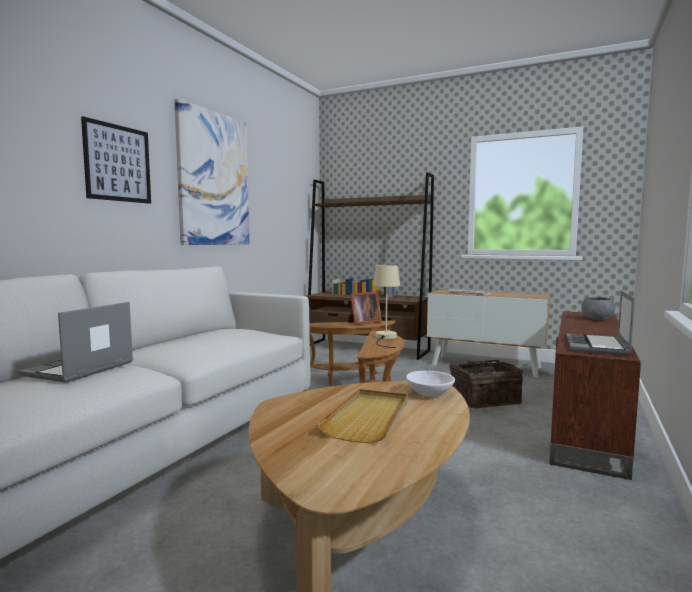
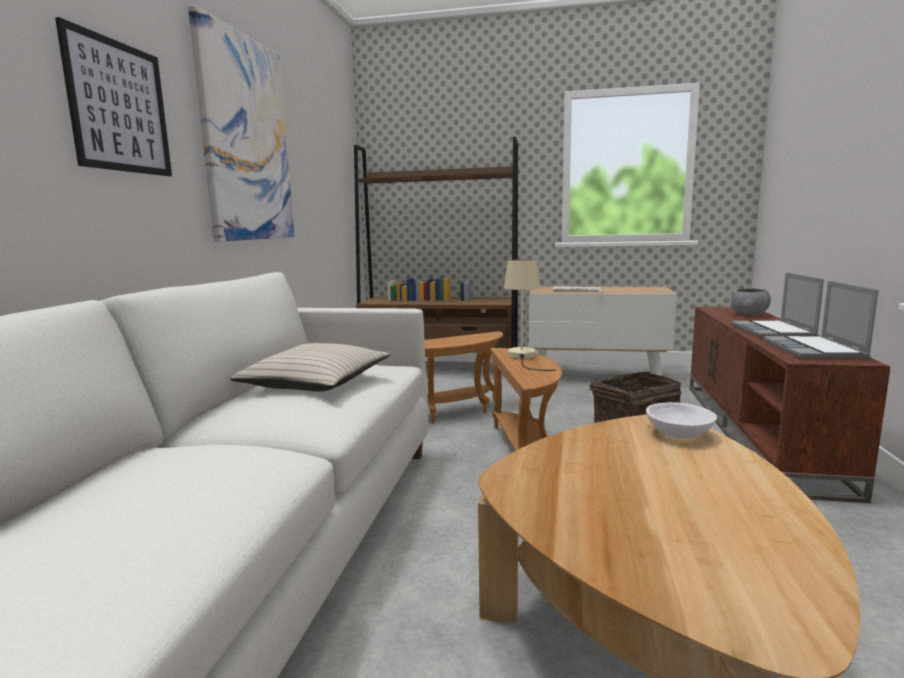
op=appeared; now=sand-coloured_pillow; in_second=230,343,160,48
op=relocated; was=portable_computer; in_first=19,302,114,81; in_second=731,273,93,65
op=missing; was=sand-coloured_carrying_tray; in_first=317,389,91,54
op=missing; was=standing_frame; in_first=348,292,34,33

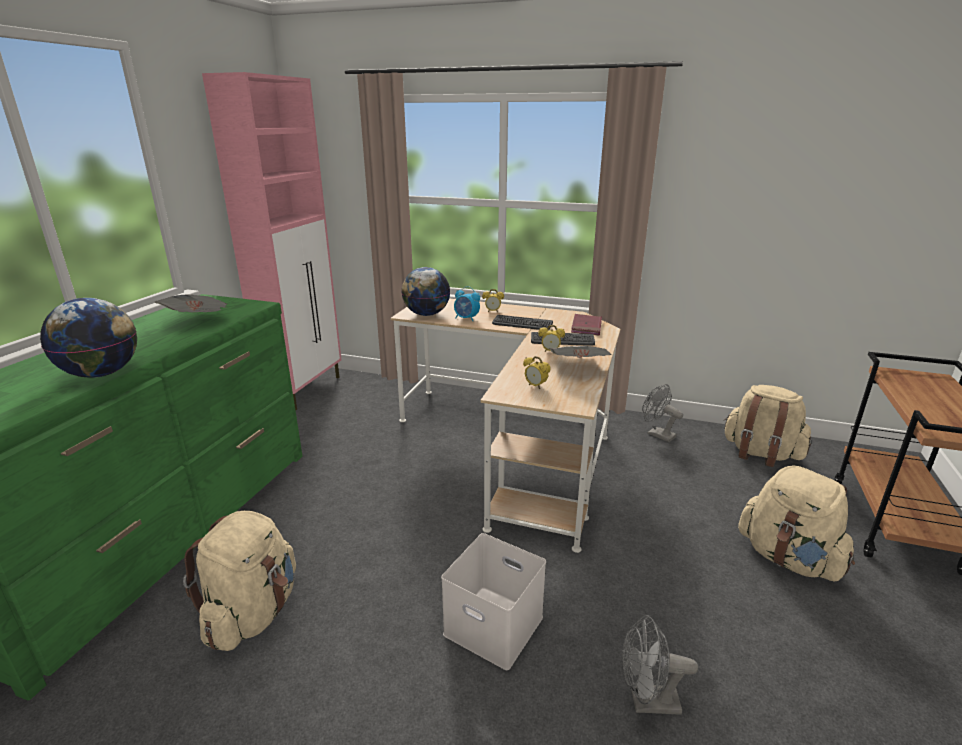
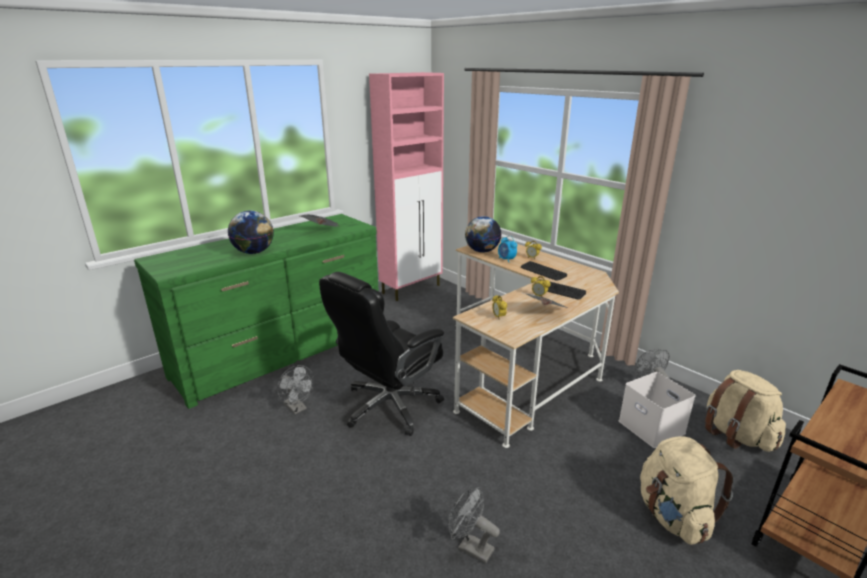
op=exchanged; was=sand-coloured_knapsack; now=greyish_electric_fan; in_first=183,511,113,140; in_second=277,365,37,49
op=appeared; now=black_office_chair; in_second=319,272,125,164
op=relocated; was=whitish_storage_bin; in_first=441,533,105,137; in_second=619,372,77,76
op=missing; was=red_bound_book; in_first=571,314,31,22

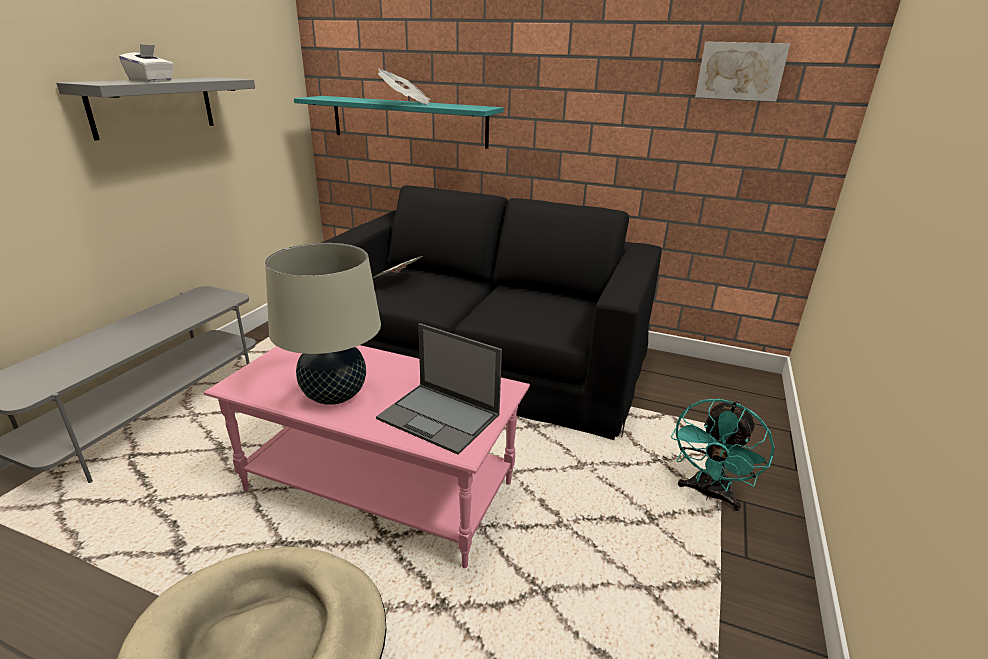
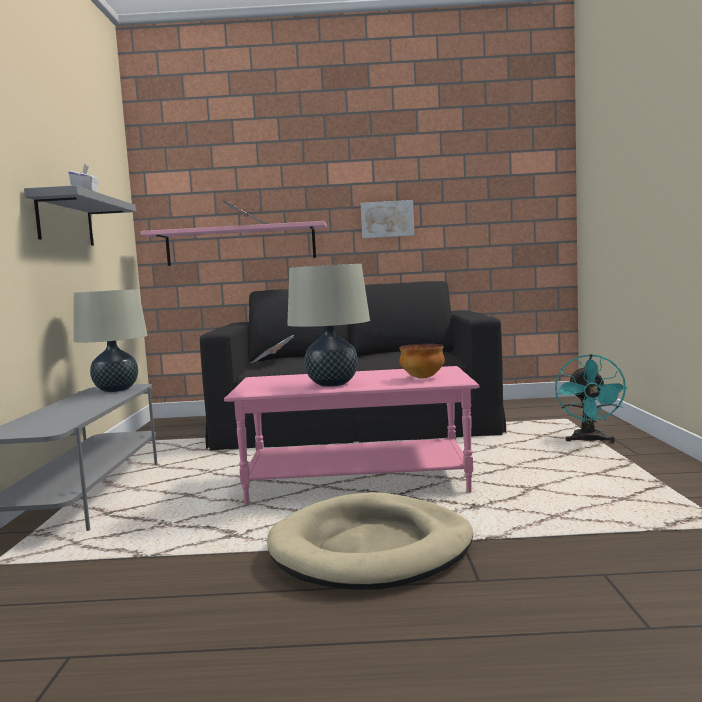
op=appeared; now=sand-coloured_tabletop_lamp; in_second=73,289,75,103
op=colour; was=turquoise_wall_shelf; now=pinkish_wall_shelf; in_first=294,96,209,53; in_second=140,221,187,45
op=relocated; was=wall_picture; in_first=695,41,95,61; in_second=361,200,53,38
op=exchanged; was=portable_computer; now=bowl; in_first=376,323,126,132; in_second=399,344,46,35

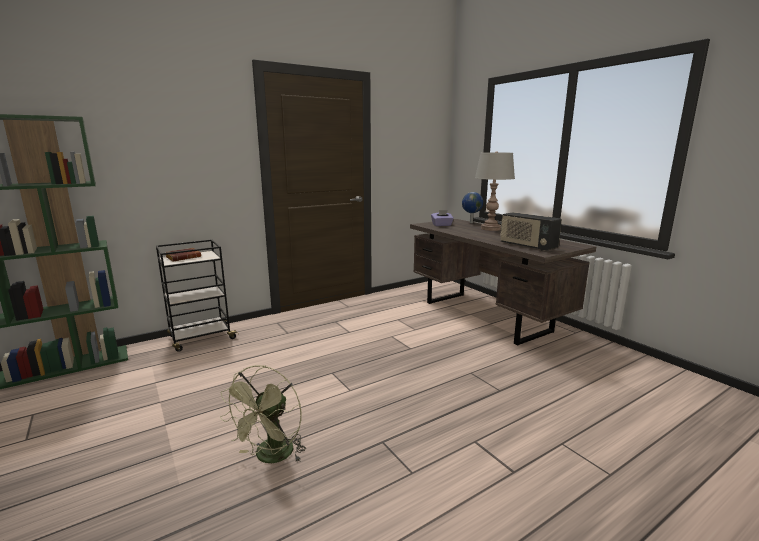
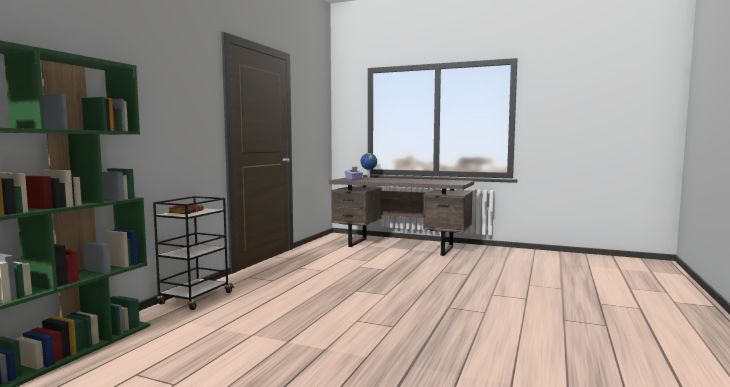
op=missing; was=green_electric_fan; in_first=220,365,86,98
op=missing; was=greyish_tabletop_lamp; in_first=475,151,40,80
op=missing; was=radio; in_first=500,212,62,39

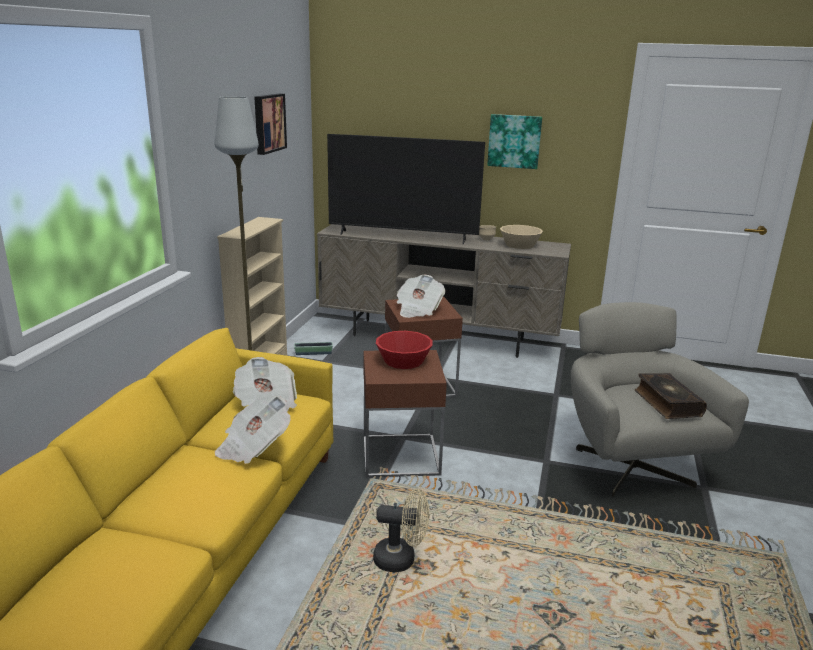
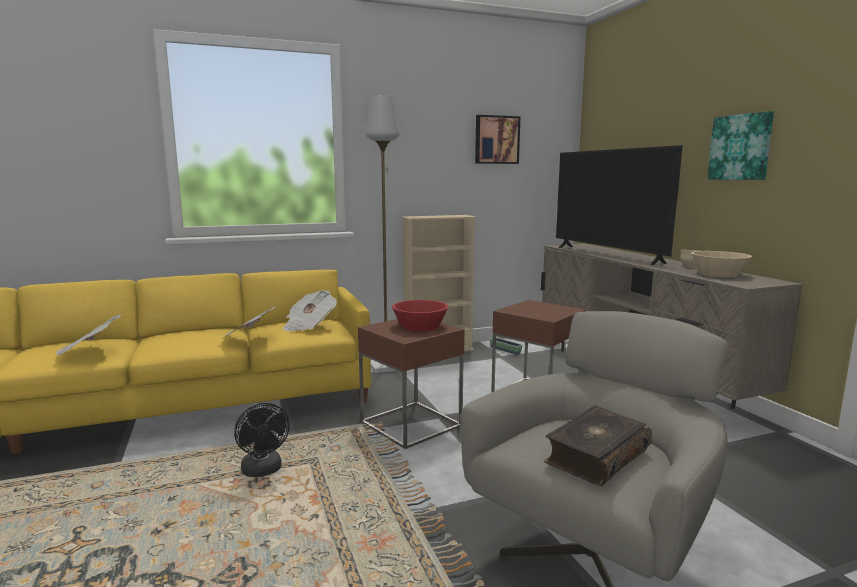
op=relocated; was=newspaper; in_first=396,275,50,43; in_second=56,314,65,42
op=colour; was=sand-coloured_electric_fan; now=black_electric_fan; in_first=373,489,56,83; in_second=234,403,56,74

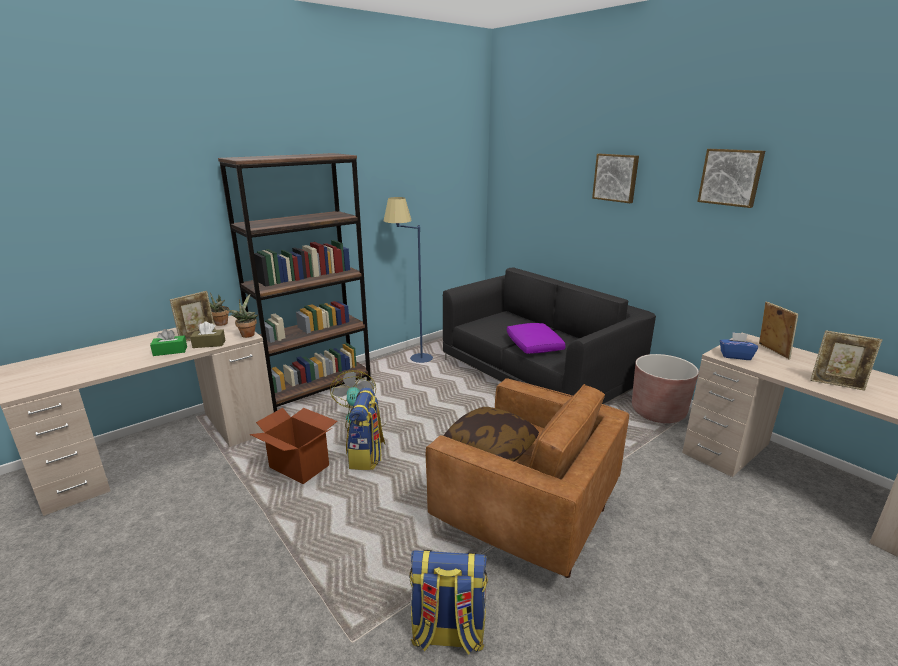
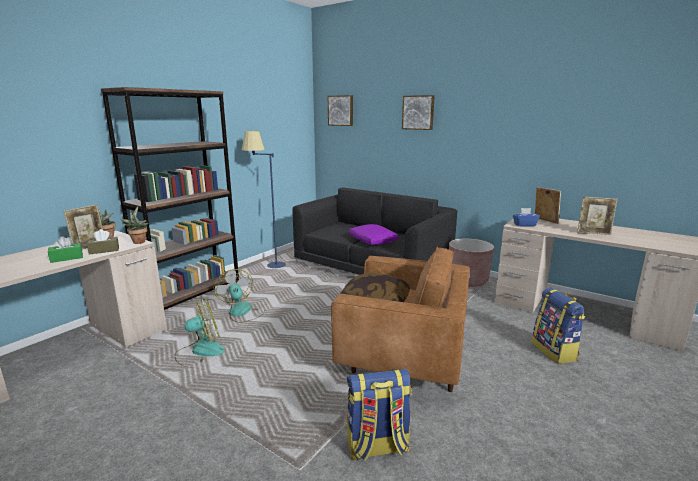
op=exchanged; was=carton; now=electric_fan; in_first=249,408,88,76; in_second=175,297,50,71
op=relocated; was=wall_picture; in_first=697,149,68,59; in_second=328,95,25,31
op=relocated; was=knapsack; in_first=346,388,40,82; in_second=532,288,53,76

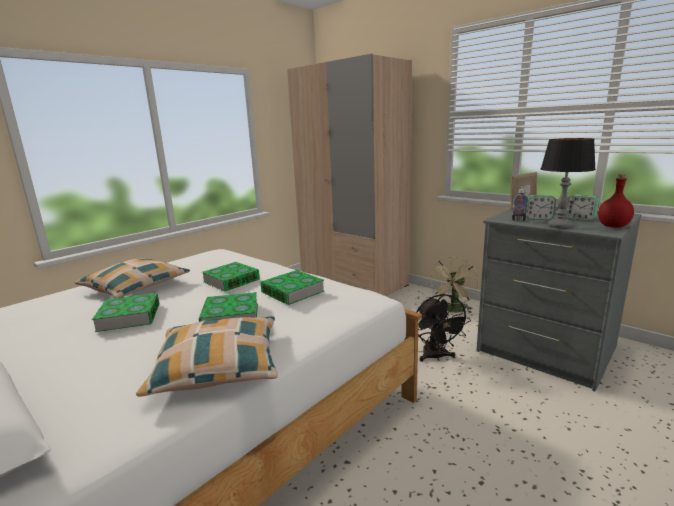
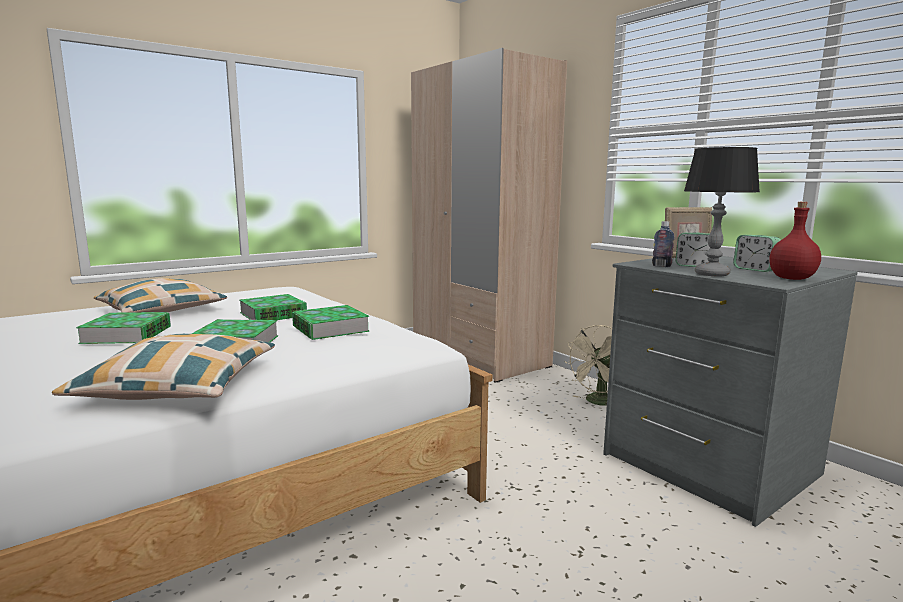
op=missing; was=black_electric_fan; in_first=417,294,54,68

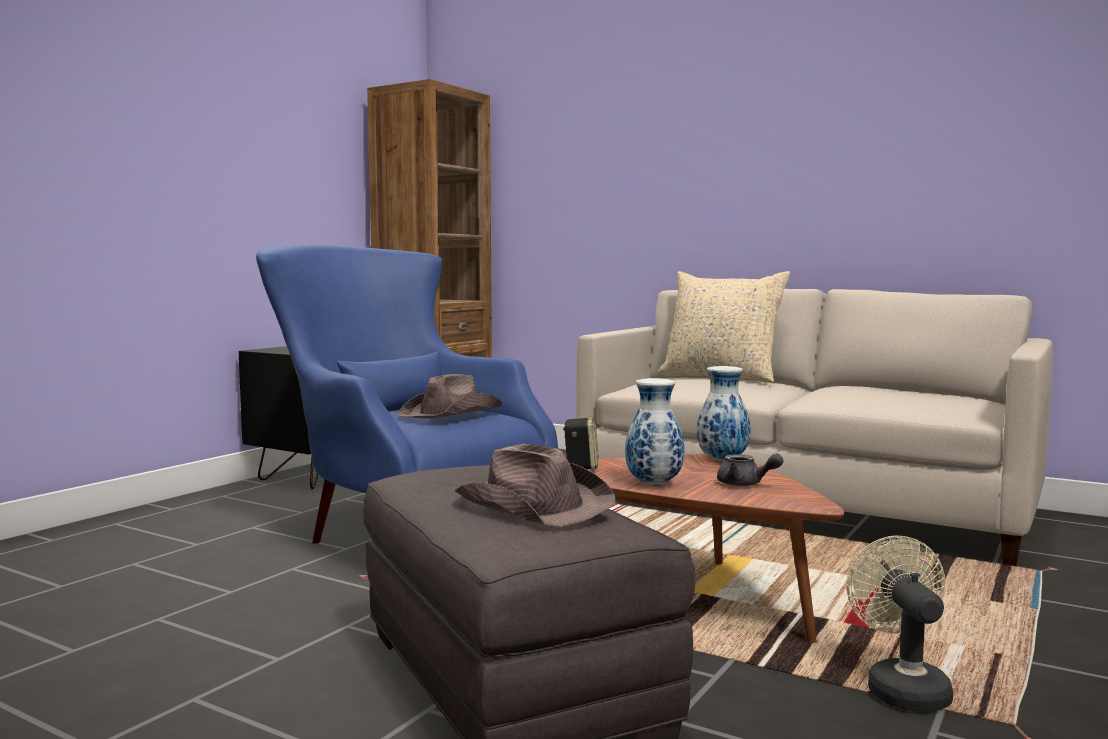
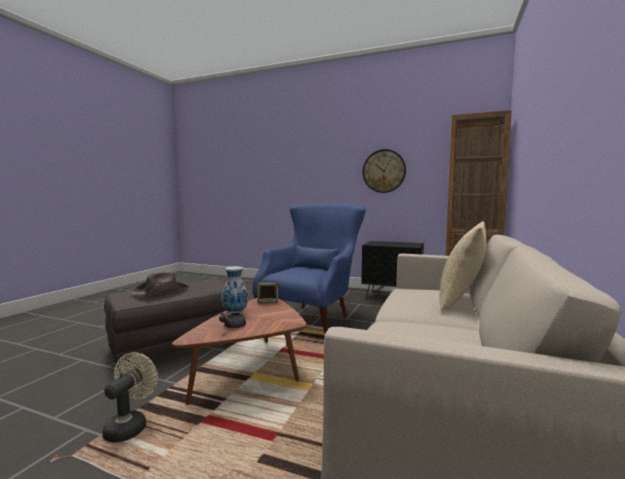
op=spun; was=sand-coloured_electric_fan; in_first=847,535,106,176; in_second=102,352,56,90; clockwise=-60
op=appeared; now=hanging_clock; in_second=363,149,43,44
op=missing; was=brownish_clothing_hat; in_first=398,374,104,45
op=missing; was=vase; in_first=697,366,53,95

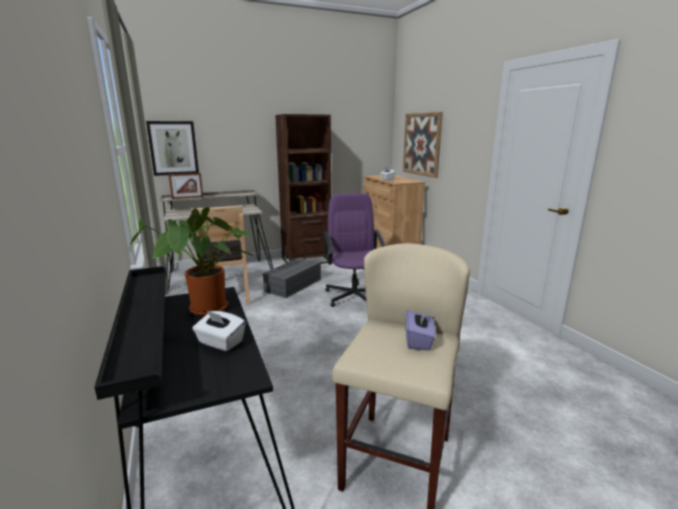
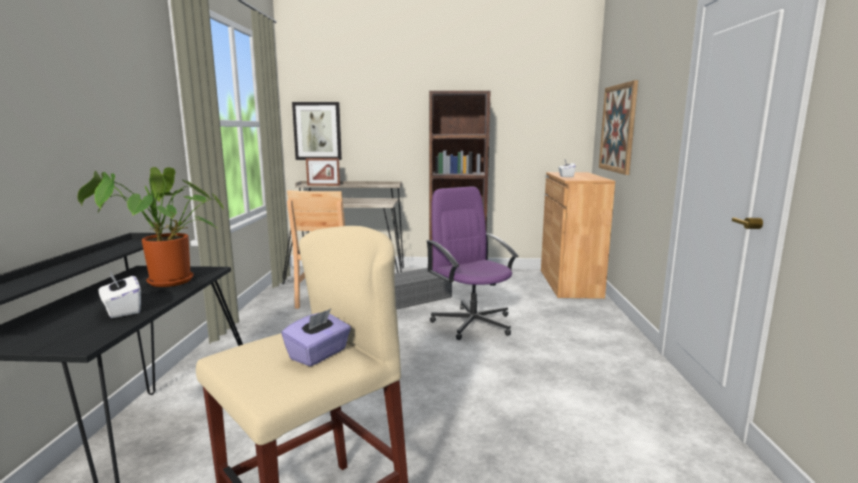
op=spun; was=purplish_office_chair; in_first=323,193,63,114; in_second=427,186,92,154; clockwise=-45

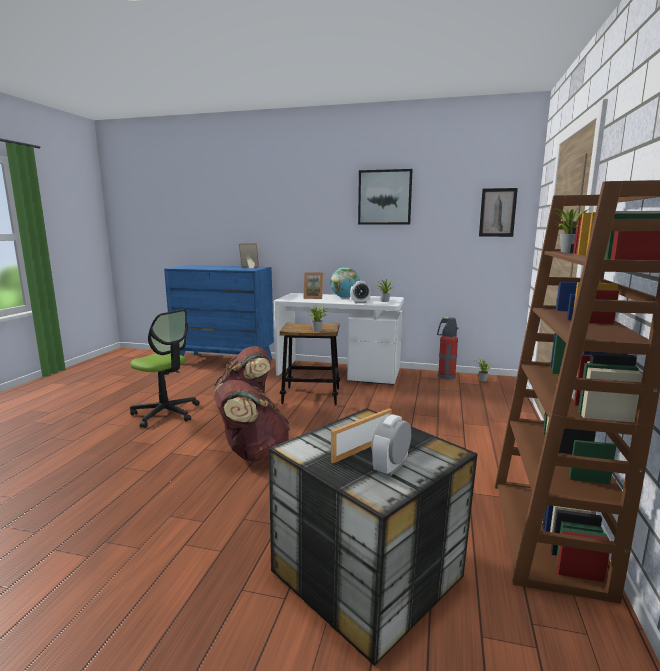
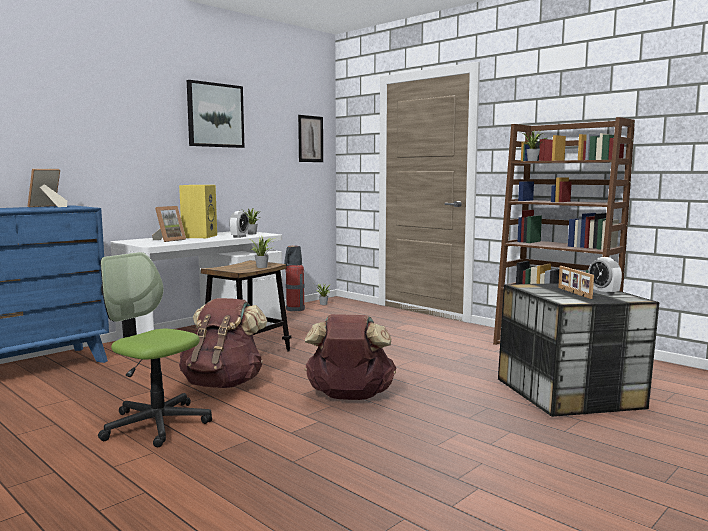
op=spun; was=office_chair; in_first=130,309,70,119; in_second=98,252,114,195; clockwise=-120
op=exchanged; was=desk_globe; now=yellow-coloured_loudspeaker; in_first=330,267,30,31; in_second=179,185,38,53

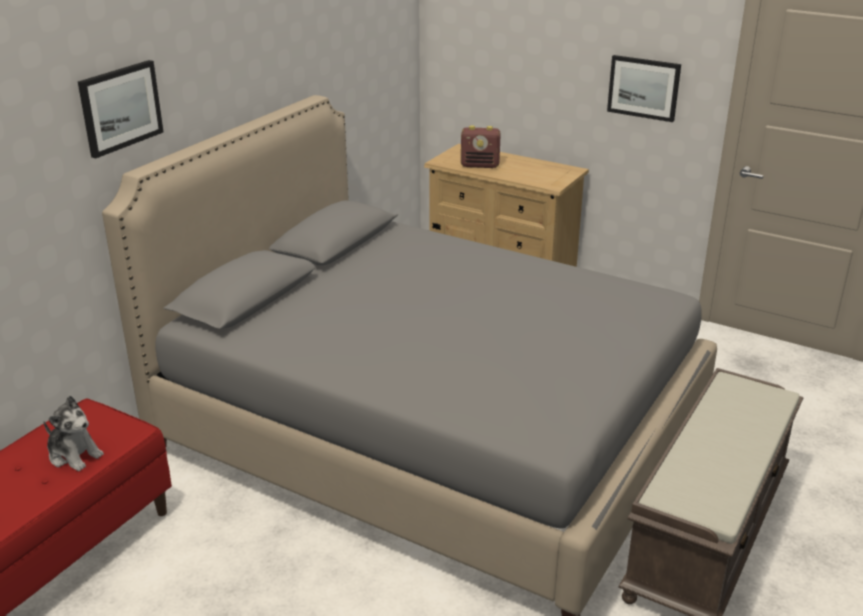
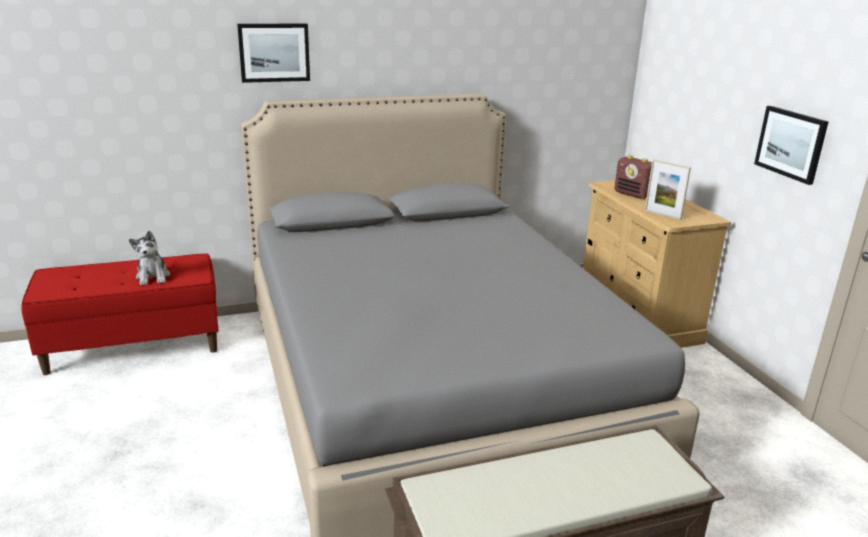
op=appeared; now=standing_frame; in_second=645,159,46,61

